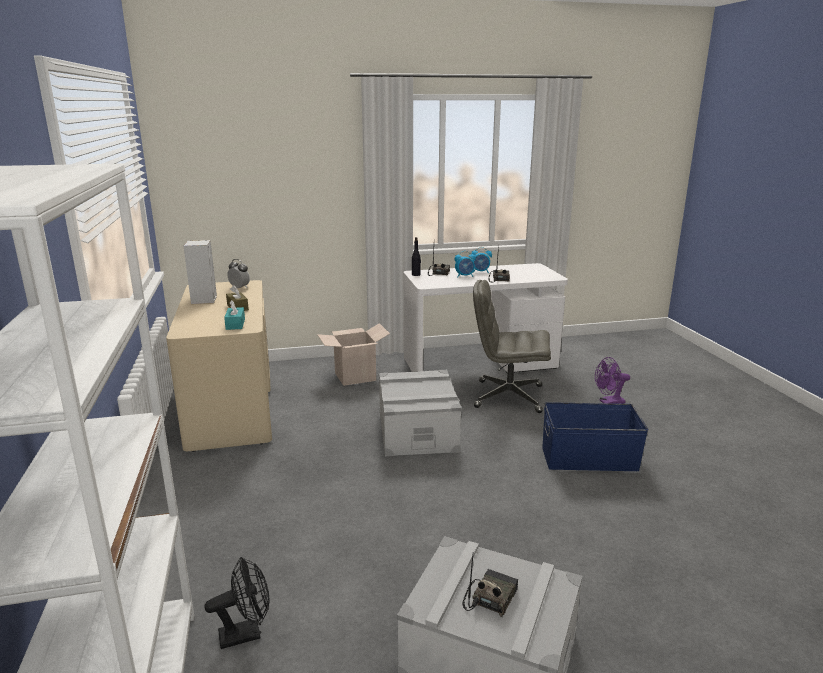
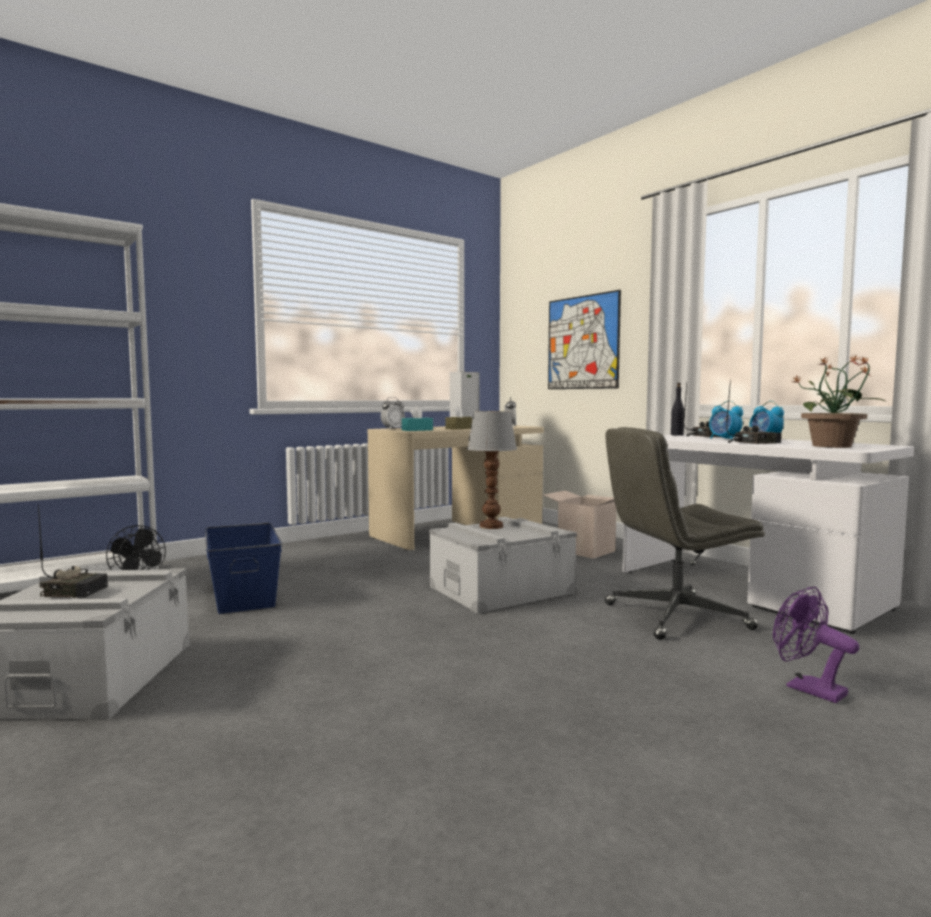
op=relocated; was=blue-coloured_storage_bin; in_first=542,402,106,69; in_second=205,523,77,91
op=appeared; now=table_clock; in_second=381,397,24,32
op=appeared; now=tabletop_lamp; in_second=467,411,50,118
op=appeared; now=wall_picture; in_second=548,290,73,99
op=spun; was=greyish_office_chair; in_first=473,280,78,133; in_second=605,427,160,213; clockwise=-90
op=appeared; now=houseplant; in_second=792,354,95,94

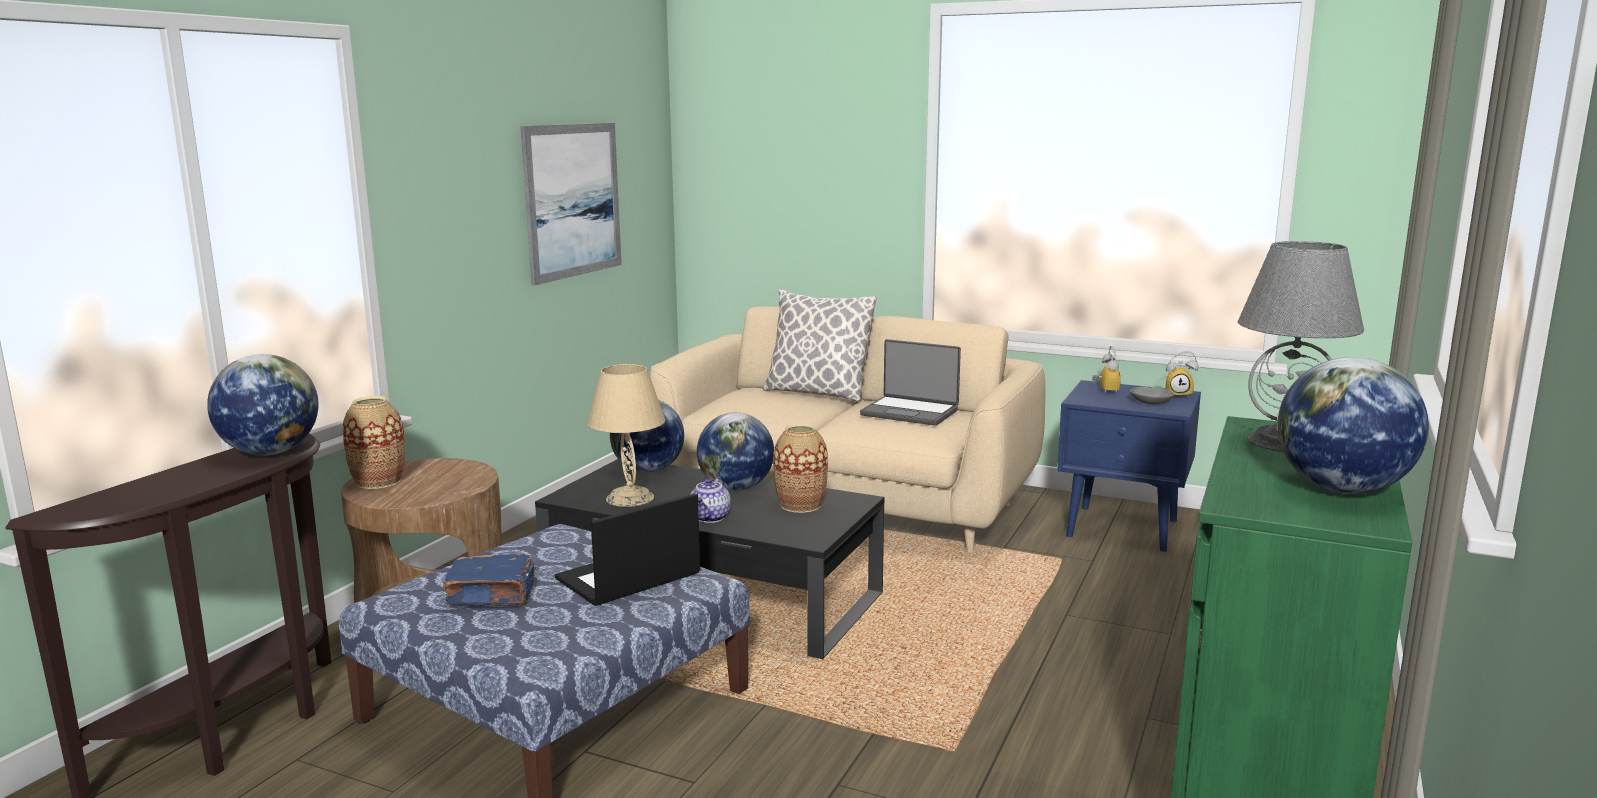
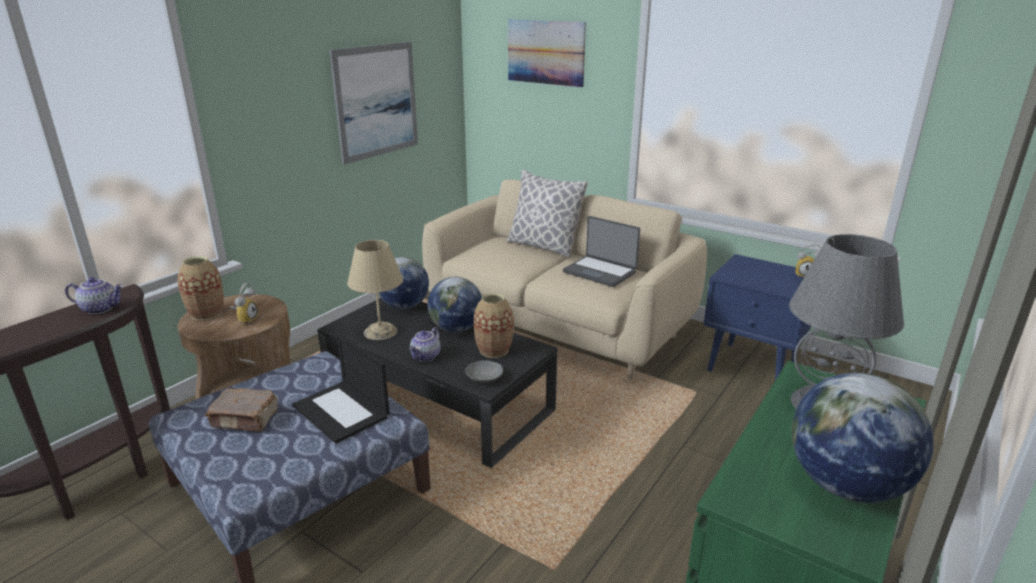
op=exchanged; was=desk_globe; now=pot_for_tea; in_first=207,354,112,101; in_second=65,277,58,37
op=colour; was=blue-coloured_bound_book; now=brownish_bound_book; in_first=443,553,92,53; in_second=205,389,73,43
op=relocated; was=table_clock; in_first=1092,346,28,48; in_second=230,283,28,42
op=spun; was=portable_computer; in_first=555,493,145,113; in_second=292,334,98,110; clockwise=-105
op=relocated; was=greyish_bowl; in_first=1130,387,44,17; in_second=465,360,38,23
op=appeared; now=wall_picture; in_second=508,19,78,68

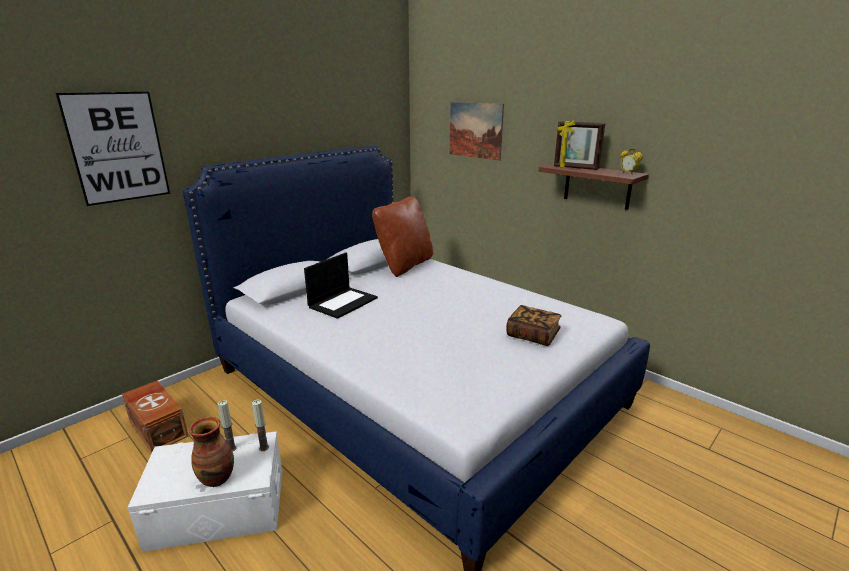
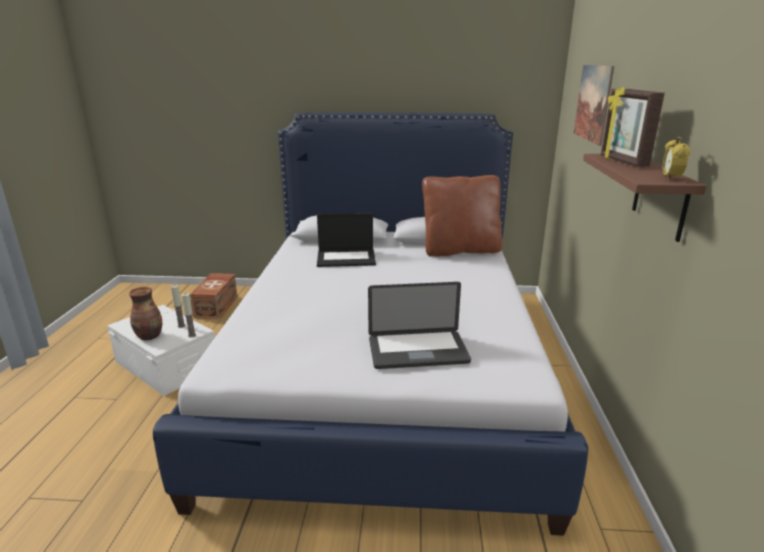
op=exchanged; was=bound_book; now=portable_computer; in_first=506,305,55,41; in_second=368,282,103,87
op=missing; was=wall_picture; in_first=55,92,115,114

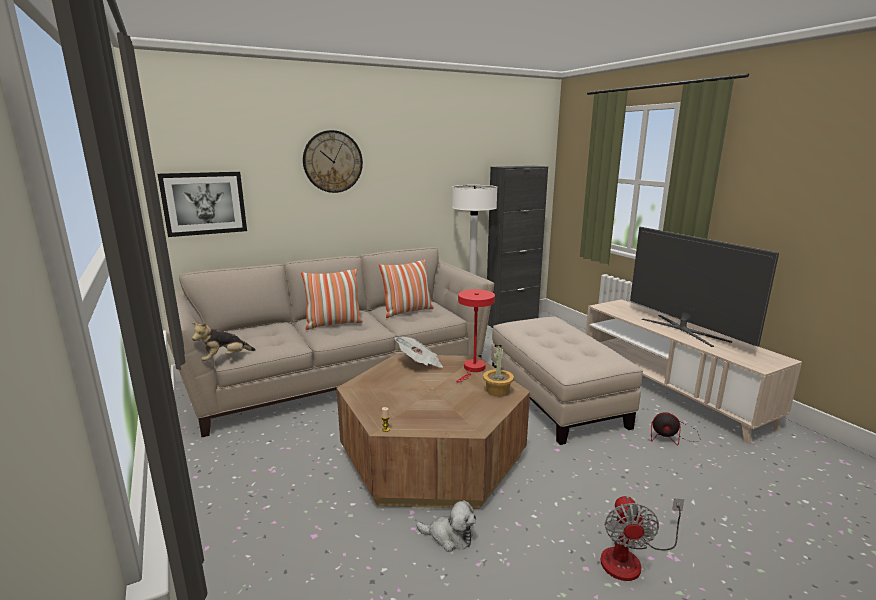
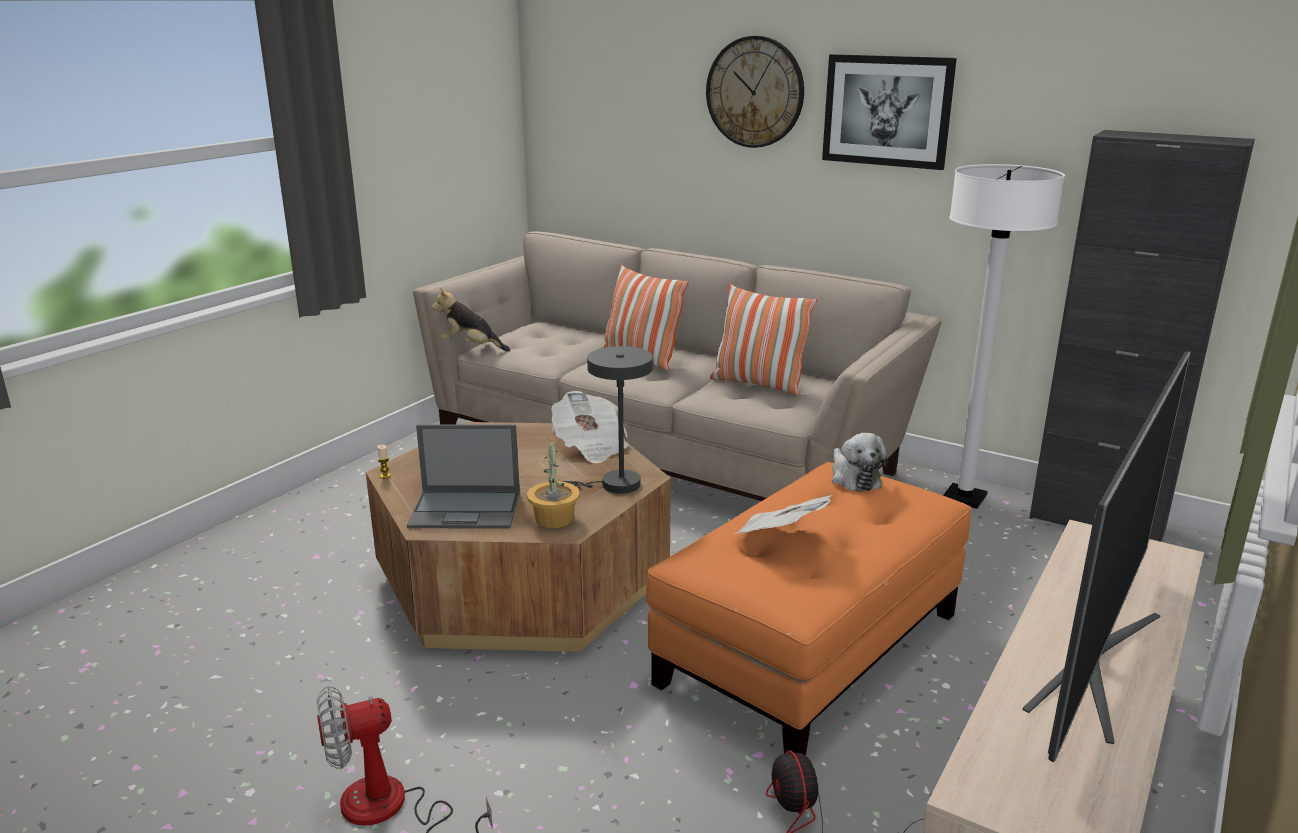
op=appeared; now=portable_computer; in_second=407,424,113,105
op=colour; was=red_tabletop_lamp; now=greyish_tabletop_lamp; in_first=456,289,39,94; in_second=561,346,92,148
op=colour; was=sand-coloured_pouffe; now=orange_pouffe; in_first=491,317,152,128; in_second=646,462,325,294
op=appeared; now=newspaper; in_second=734,495,98,39
op=relocated; was=wall_picture; in_first=158,172,89,65; in_second=822,54,135,116
op=relocated; was=plush_toy; in_first=416,501,60,51; in_second=832,433,55,59

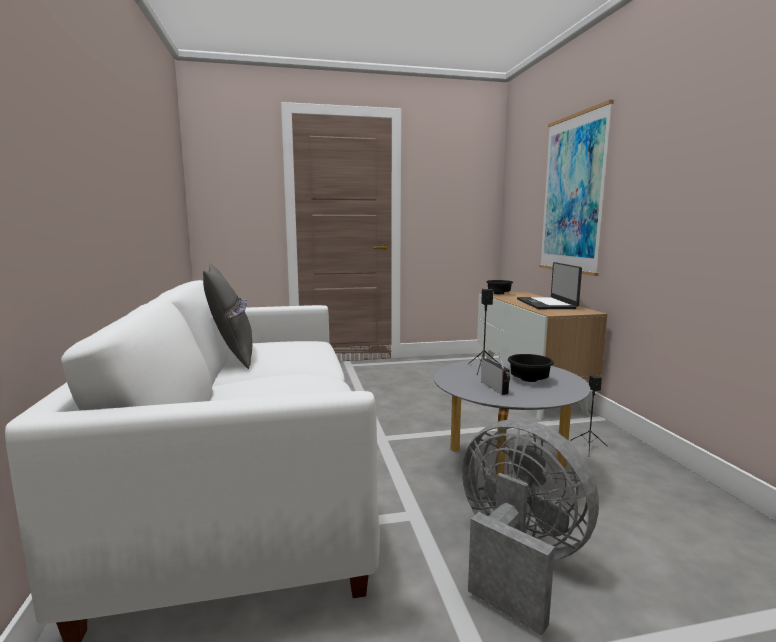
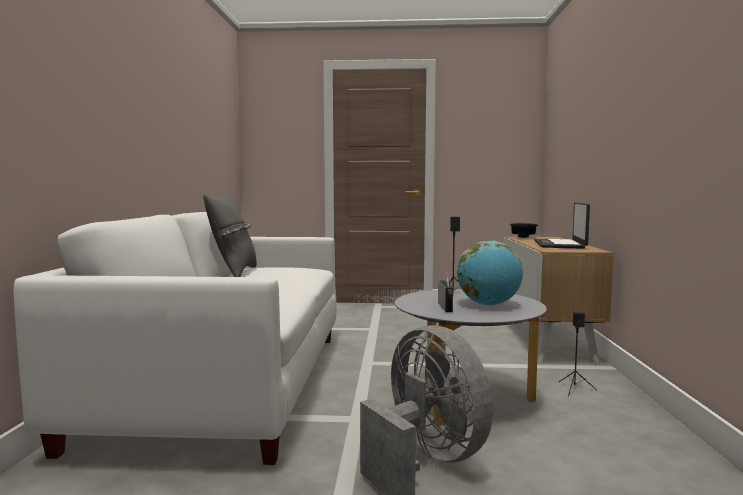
op=exchanged; was=black_bowl; now=desk_globe; in_first=508,354,46,28; in_second=457,240,66,66
op=missing; was=wall_picture; in_first=539,100,75,176

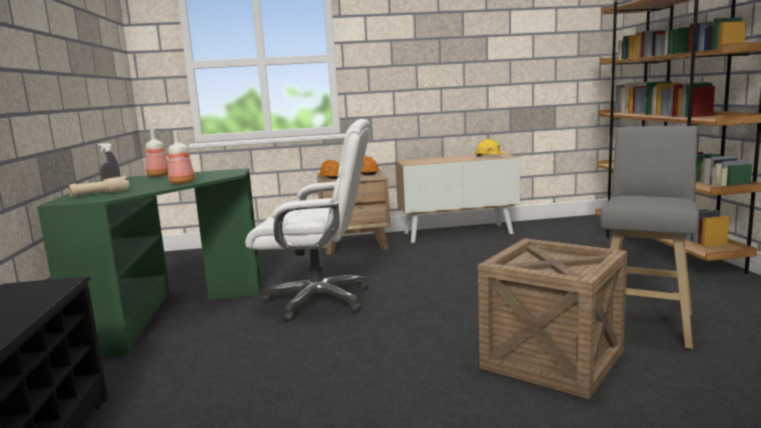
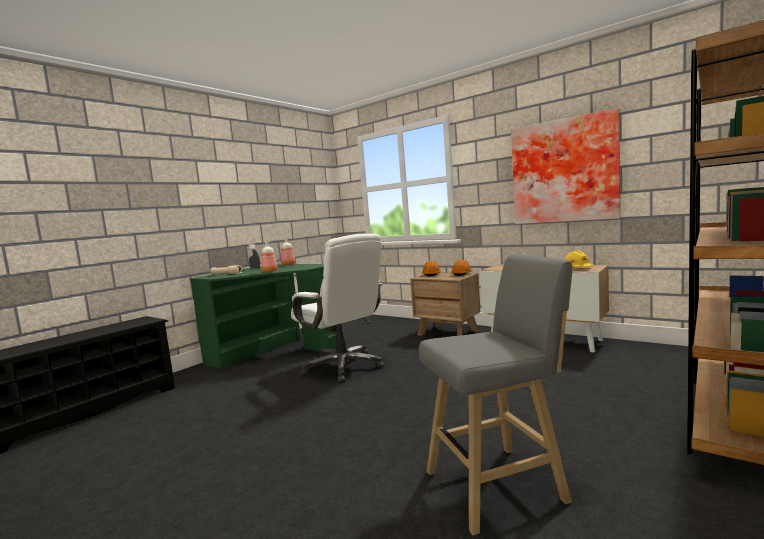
op=appeared; now=wall_picture; in_second=511,108,109,116
op=missing; was=shipping_crate; in_first=478,238,149,161

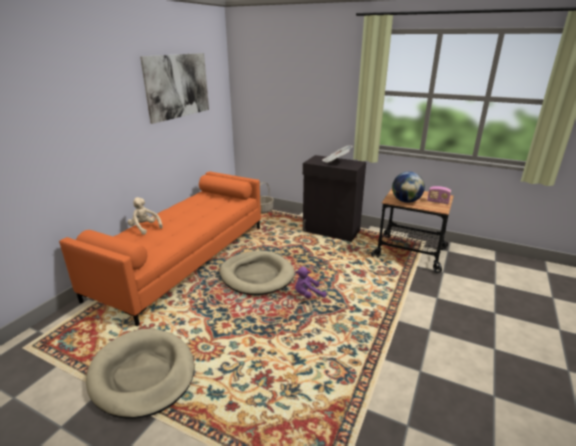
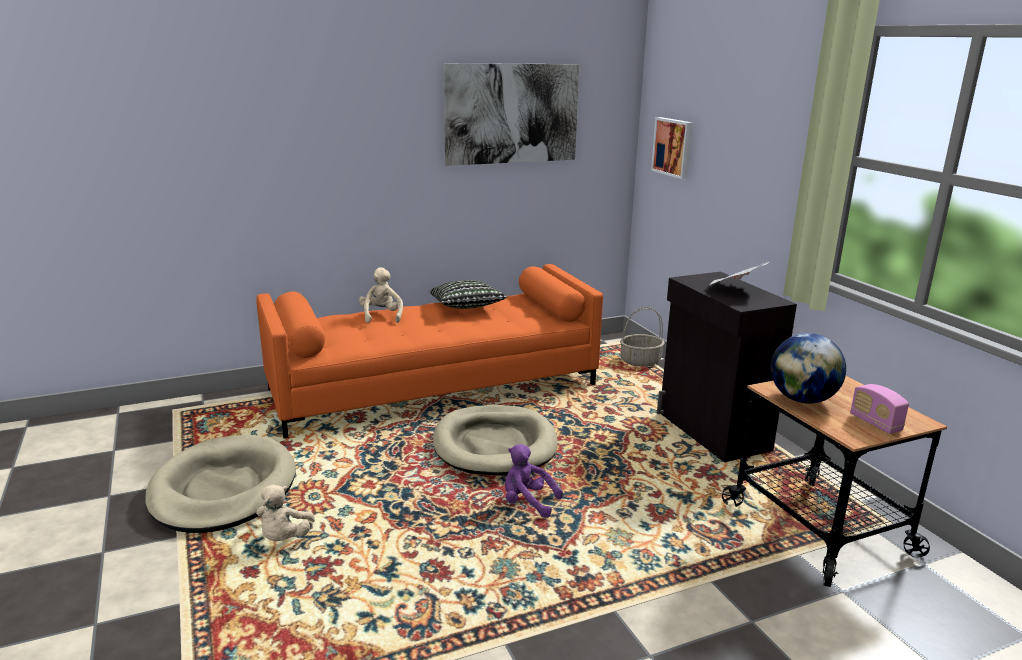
op=appeared; now=sand-coloured_plush_toy; in_second=256,484,59,57
op=appeared; now=pillow; in_second=430,280,77,29
op=appeared; now=wall_picture; in_second=651,117,42,62

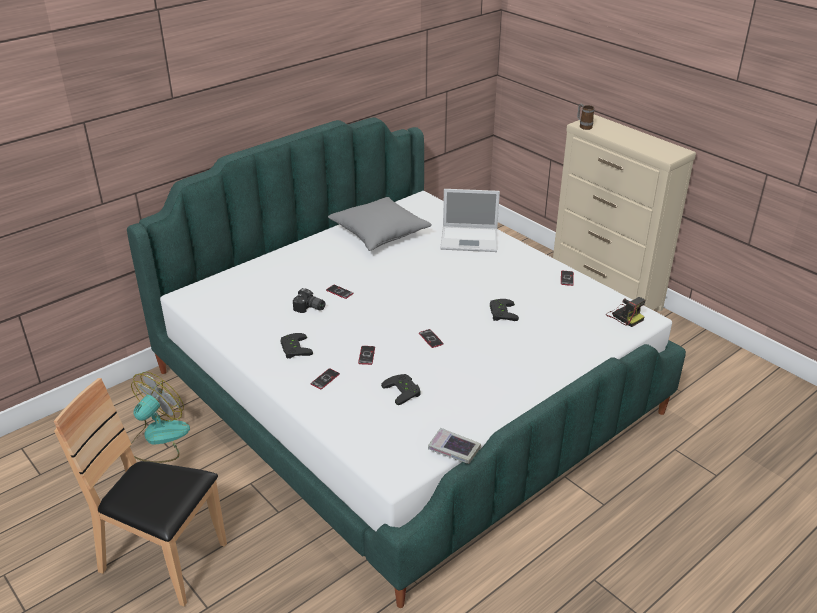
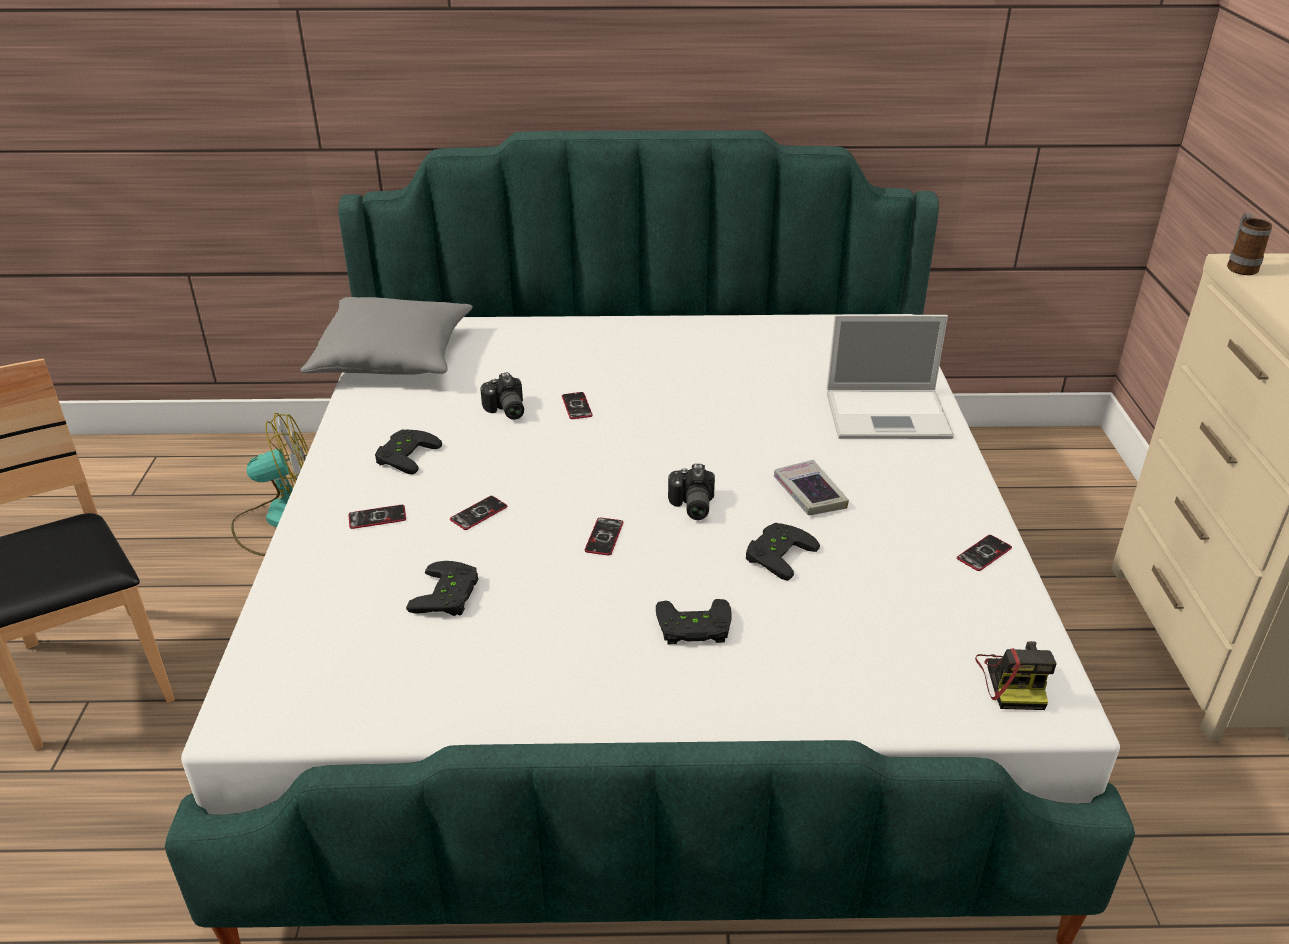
op=relocated; was=greyish_pillow; in_first=328,197,104,54; in_second=300,297,173,78
op=appeared; now=black_joypad; in_second=656,599,76,45
op=appeared; now=photo_camera; in_second=668,464,47,56
op=relocated; was=bound_book; in_first=428,428,53,36; in_second=774,460,75,55
op=spun; was=portable_computer; in_first=440,189,60,63; in_second=827,315,127,124; clockwise=-45

